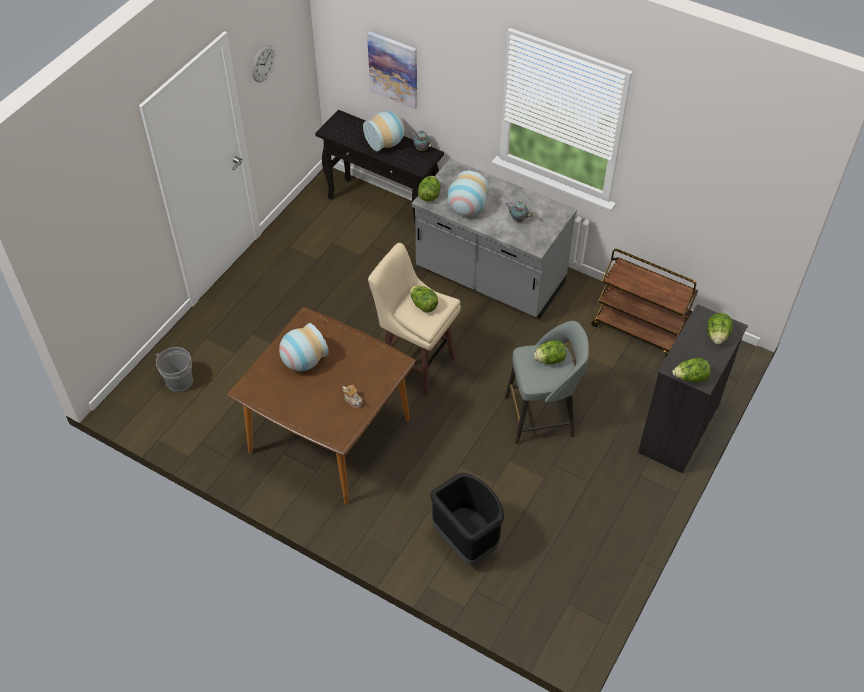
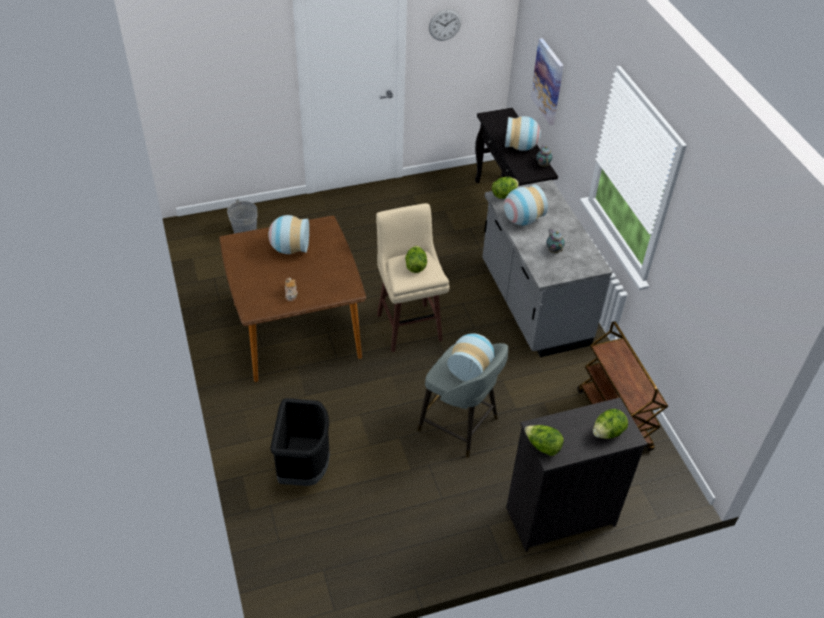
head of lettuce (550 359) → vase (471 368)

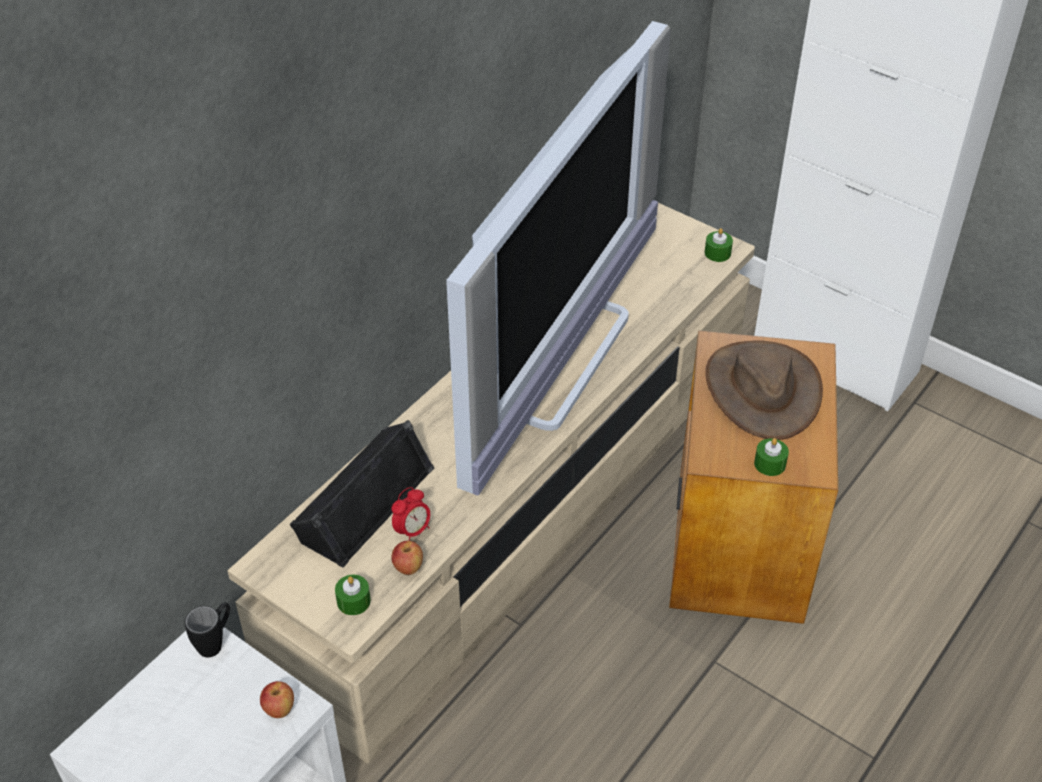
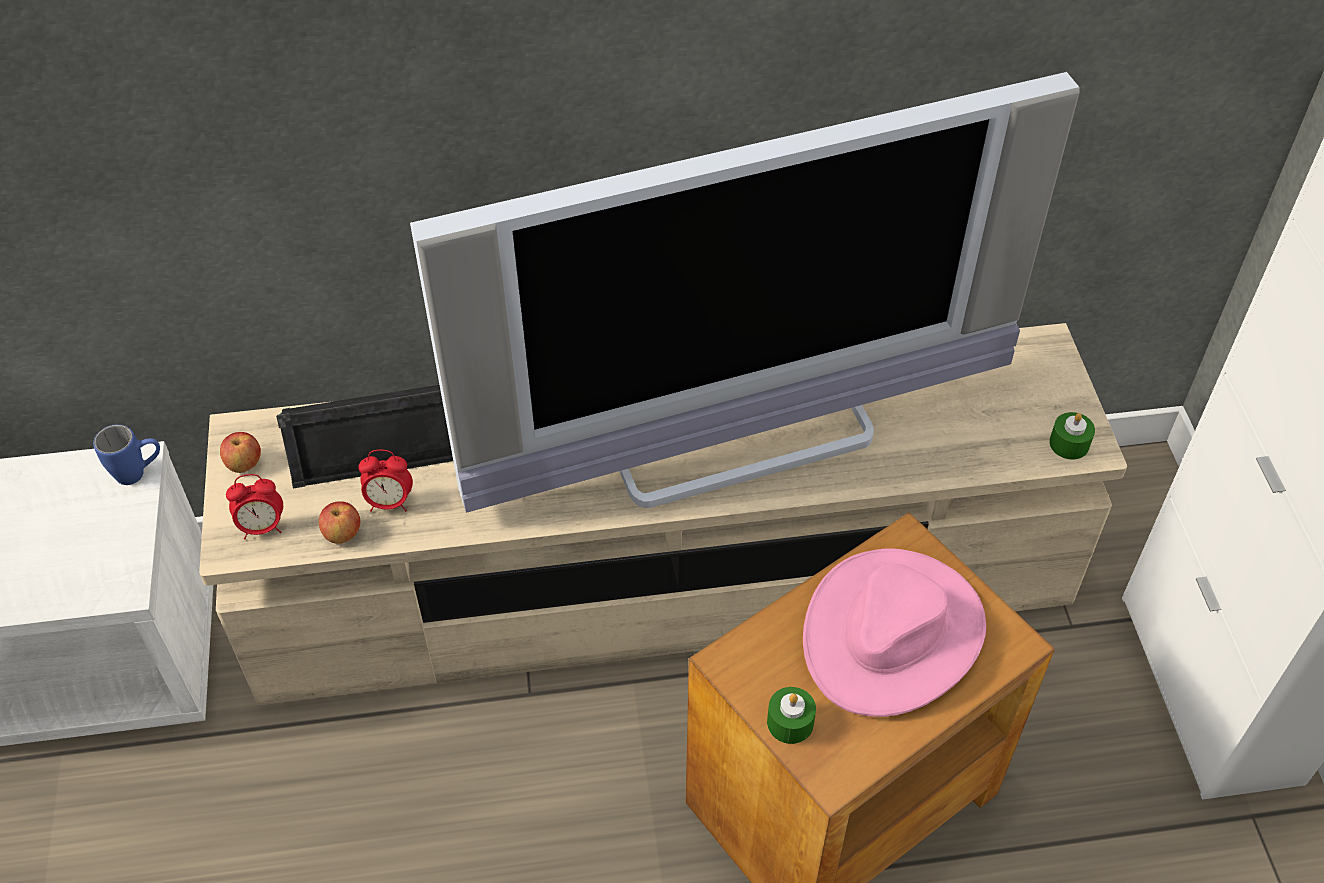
blackish mug (215 641) → blue mug (139 473)
apple (279 709) → apple (244 464), shifted
green wax candle (353 601) → alarm clock (262 527)
brownish wearable hat (761 389) → pink wearable hat (892 633)

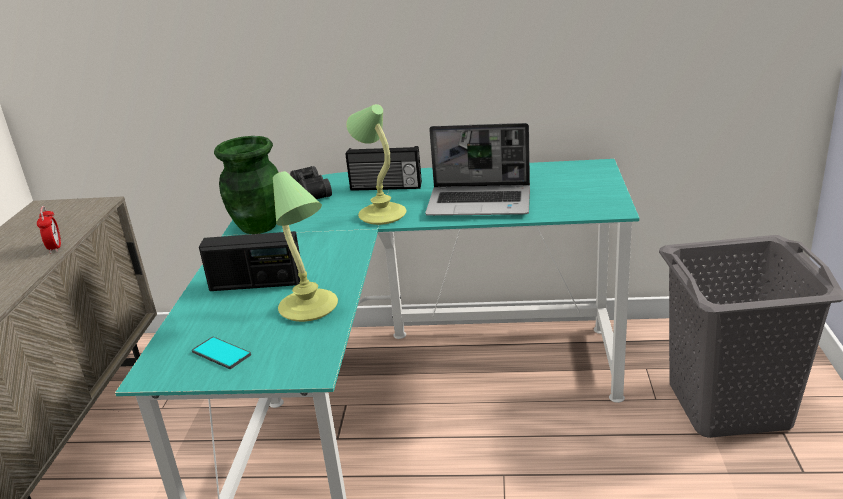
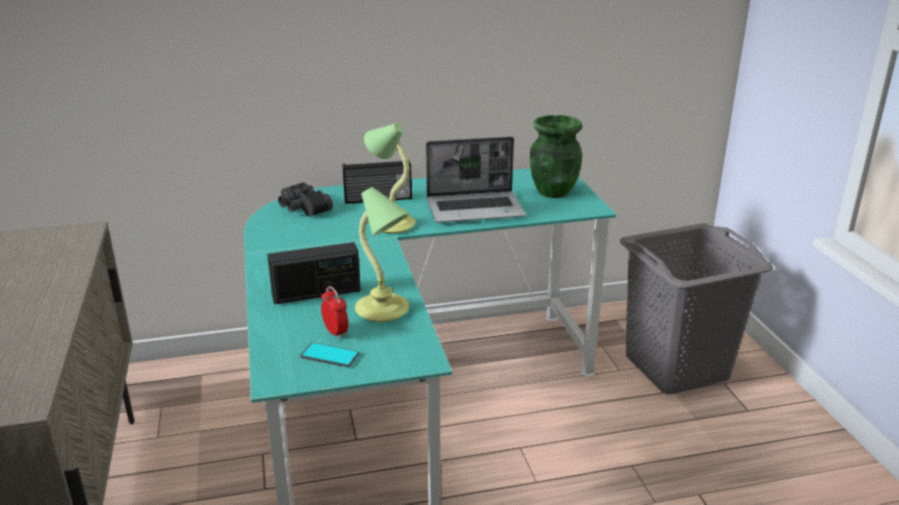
alarm clock (55 248) → alarm clock (335 332), shifted
green vase (258 226) → green vase (552 192), shifted

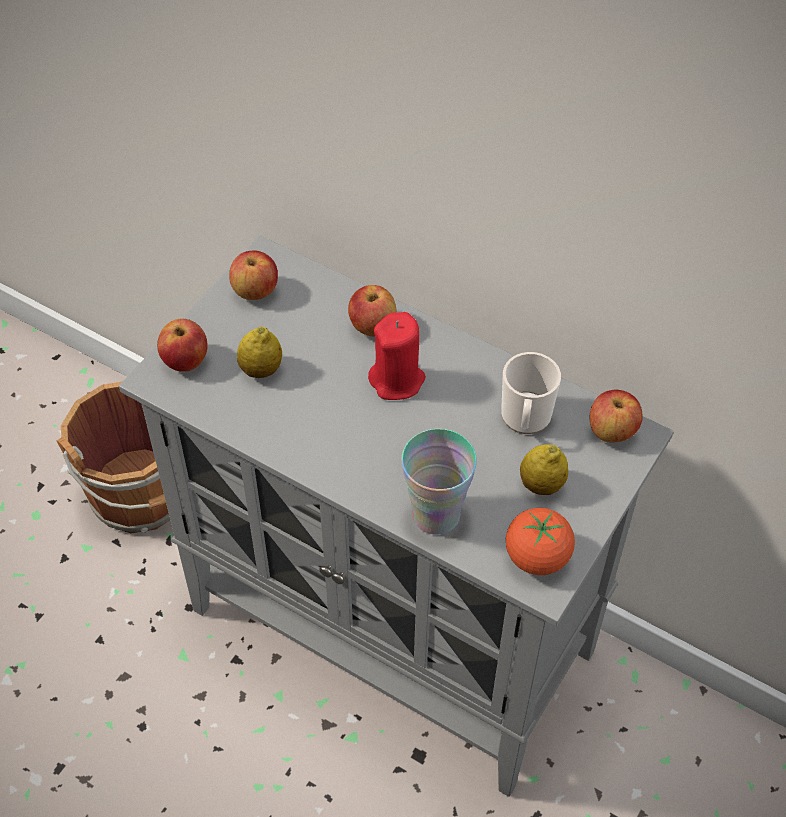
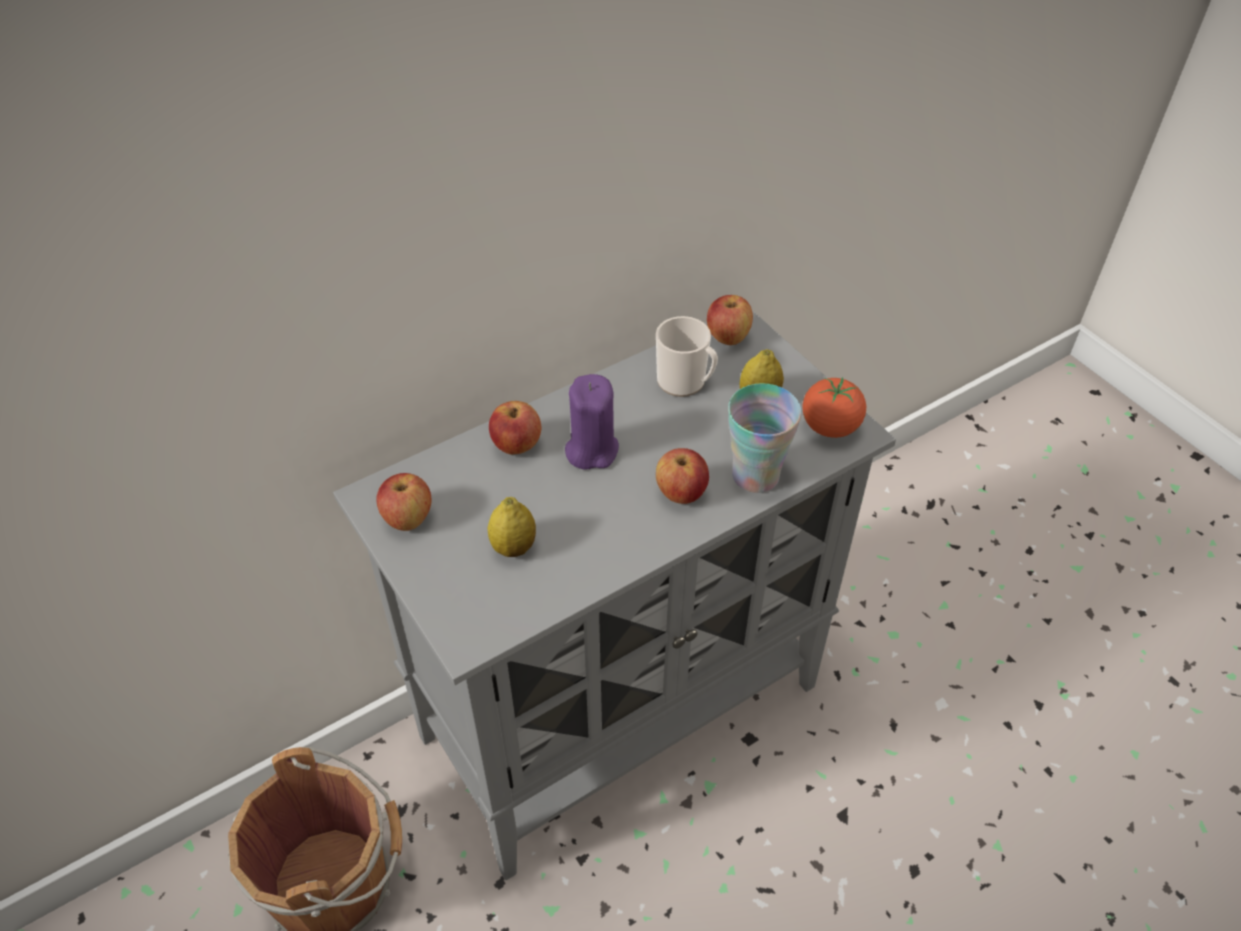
apple (186 361) → apple (681 493), shifted
reddish wax candle (397 380) → purple-coloured wax candle (591 450)

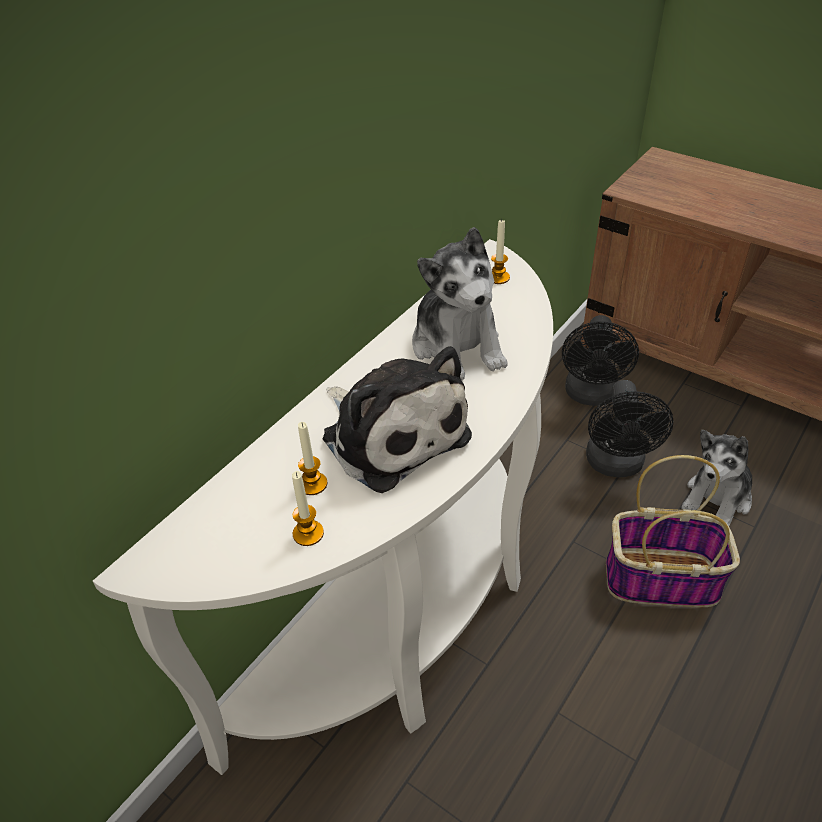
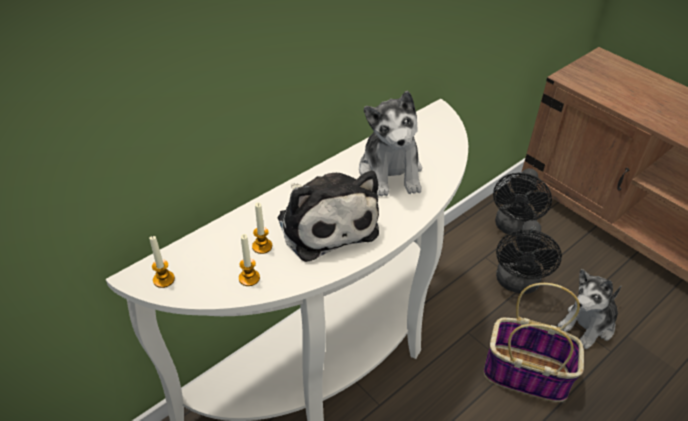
wax candle (498 277) → wax candle (164 279), shifted

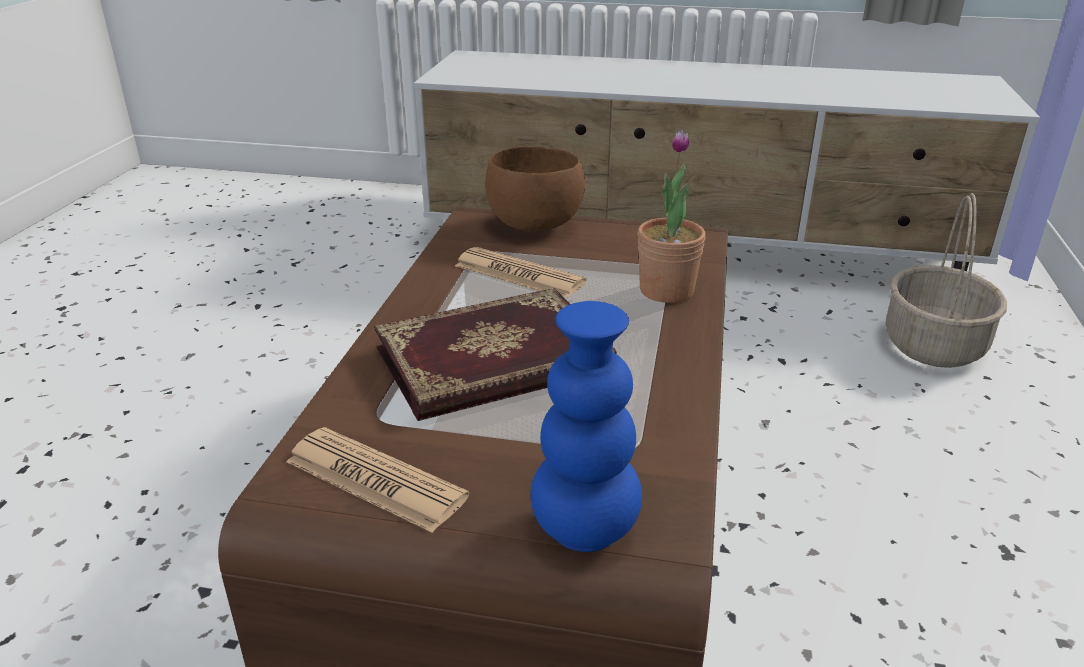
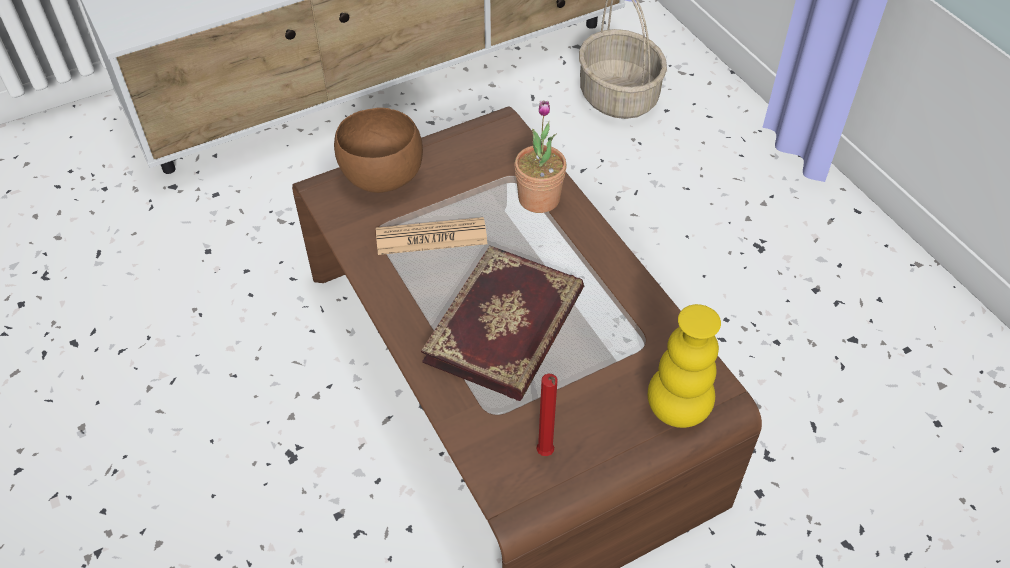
printed paper (375 480) → reddish wax candle (545 455)
blue vase (584 530) → yellowish vase (677 410)

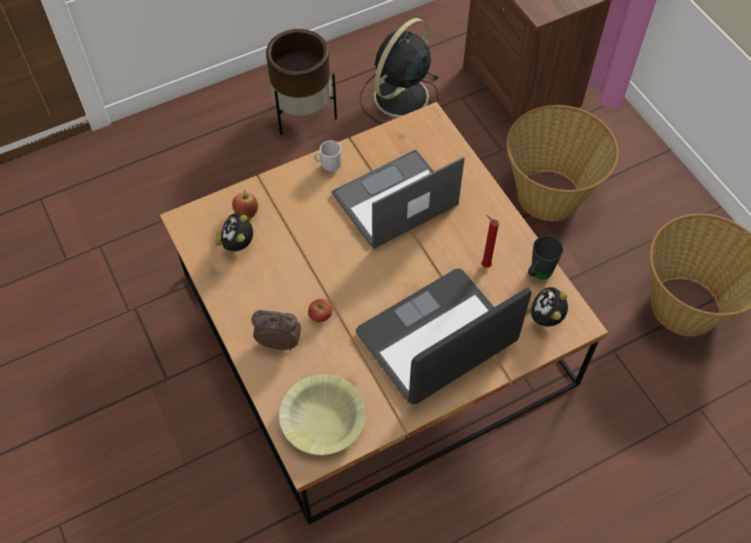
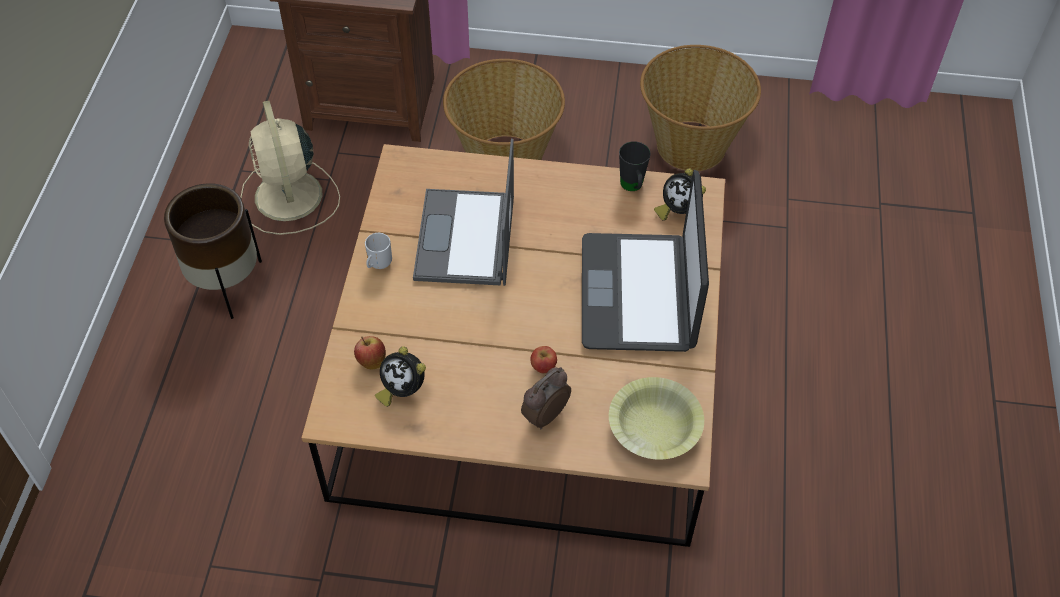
blackish fan (399 98) → beige fan (289 198)
reddish wax candle (484 265) → -

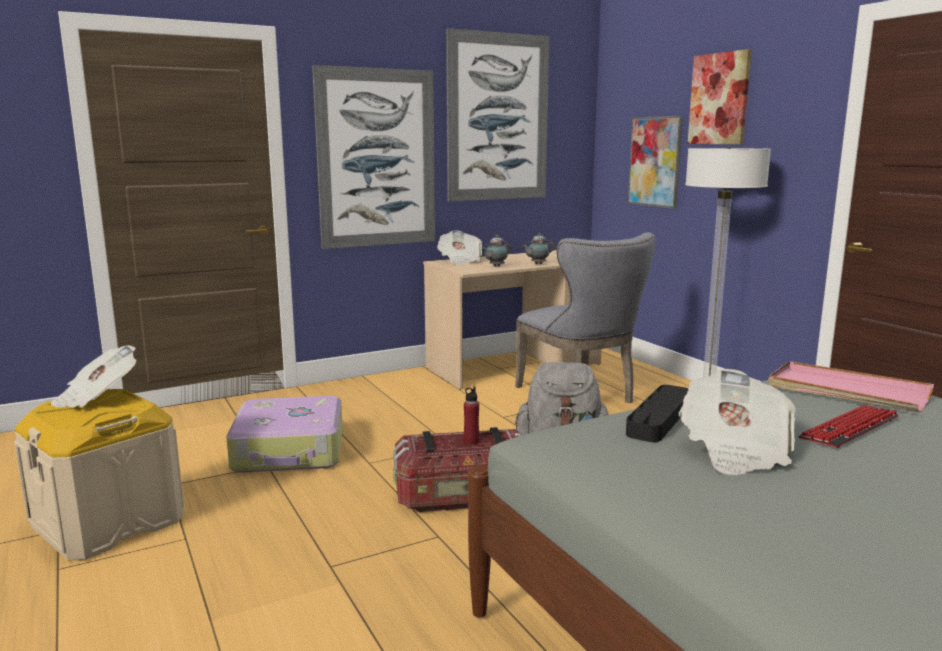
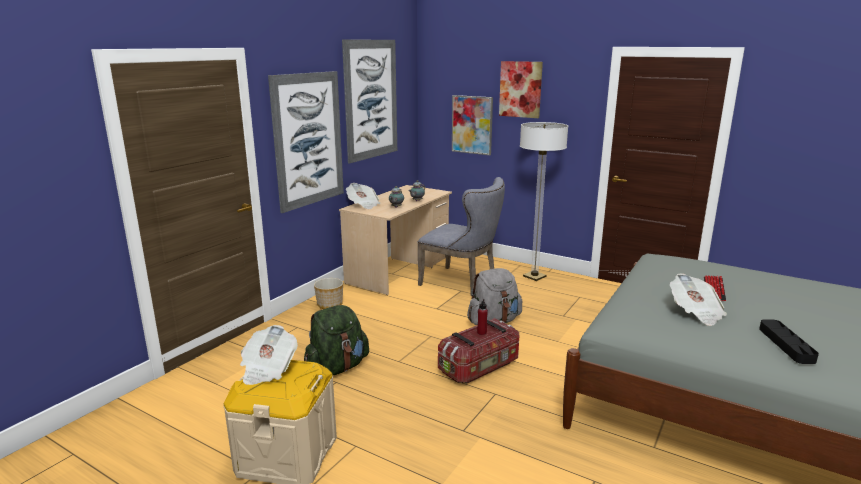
piece of luggage (290 451) → green backpack (337 367)
blackish serving tray (659 419) → blackish serving tray (786 344), shifted
pink serving tray (846 392) → -
- → planter (330 304)

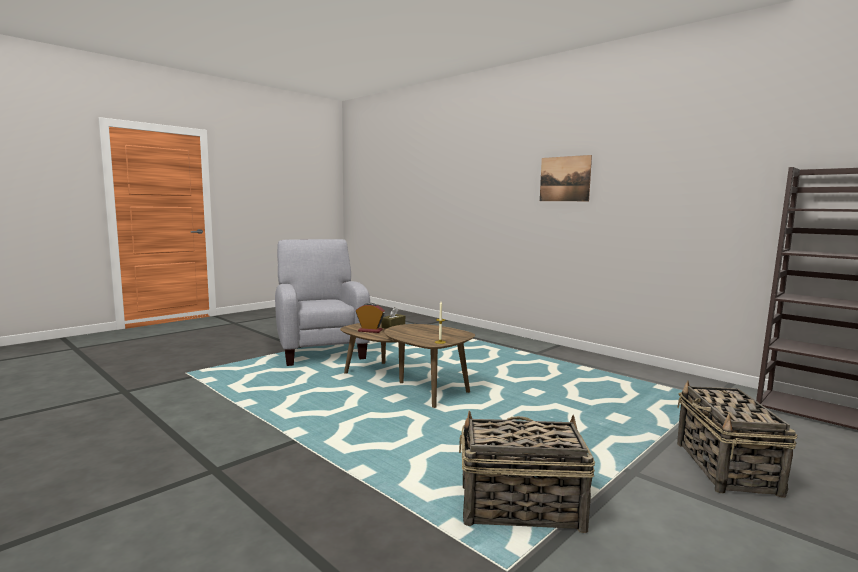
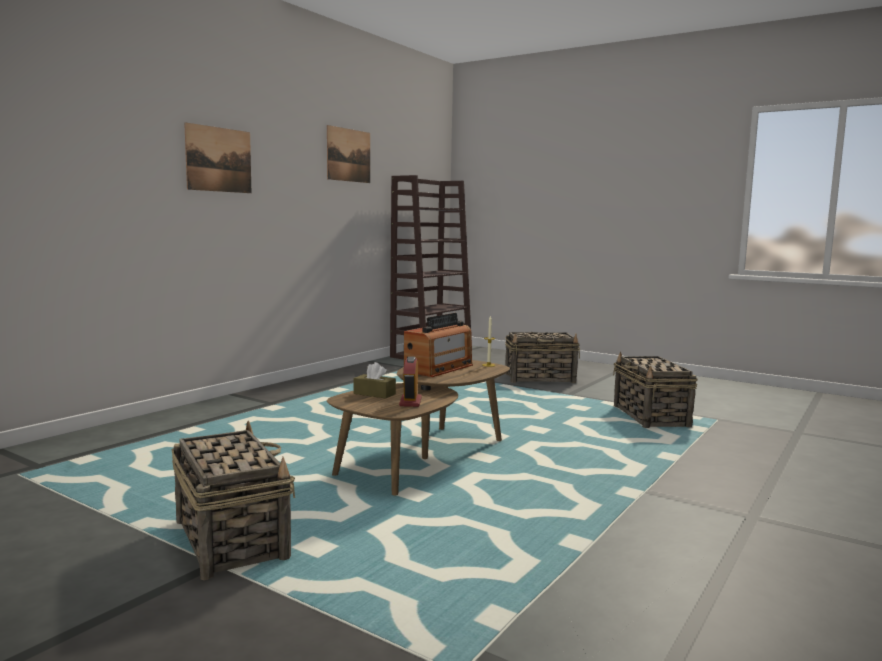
gray armchair (320 349) → storage basket (230 539)
- → picture (348 155)
- → radio (439 368)

